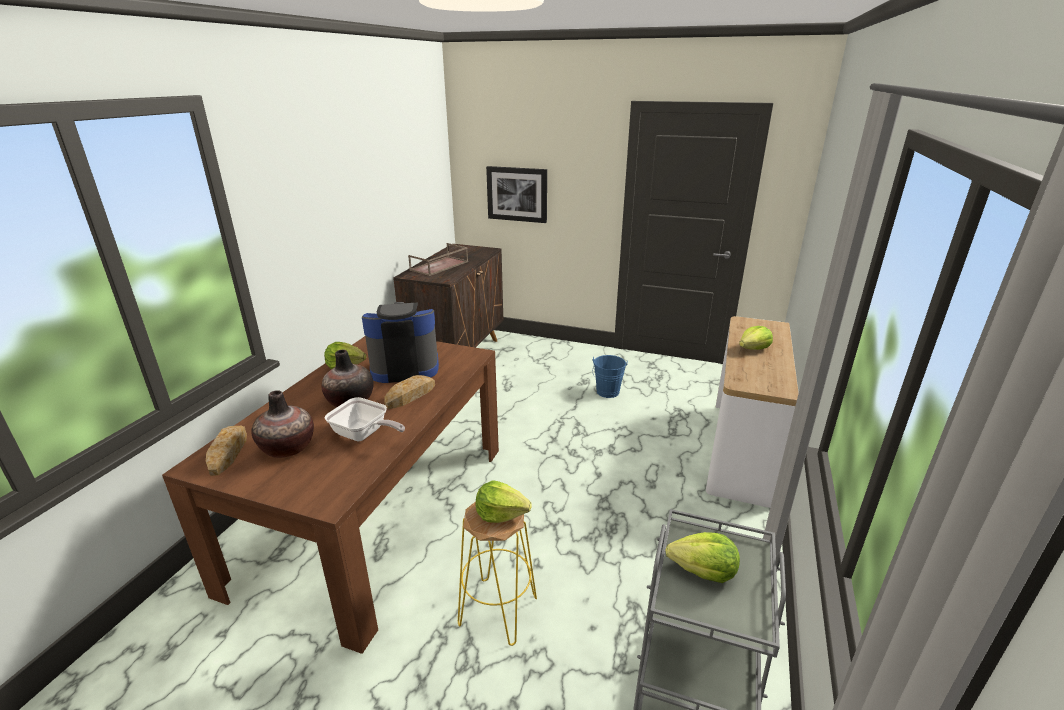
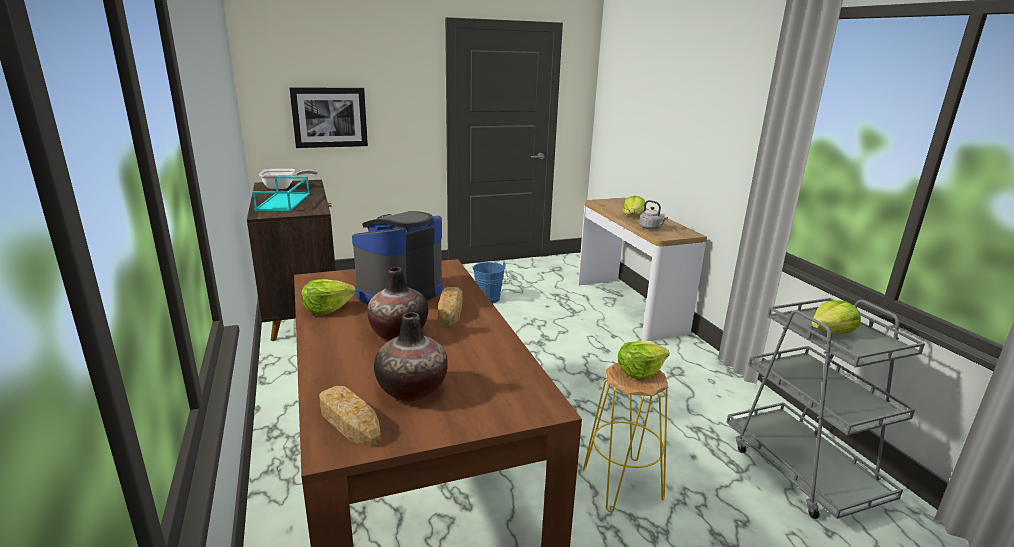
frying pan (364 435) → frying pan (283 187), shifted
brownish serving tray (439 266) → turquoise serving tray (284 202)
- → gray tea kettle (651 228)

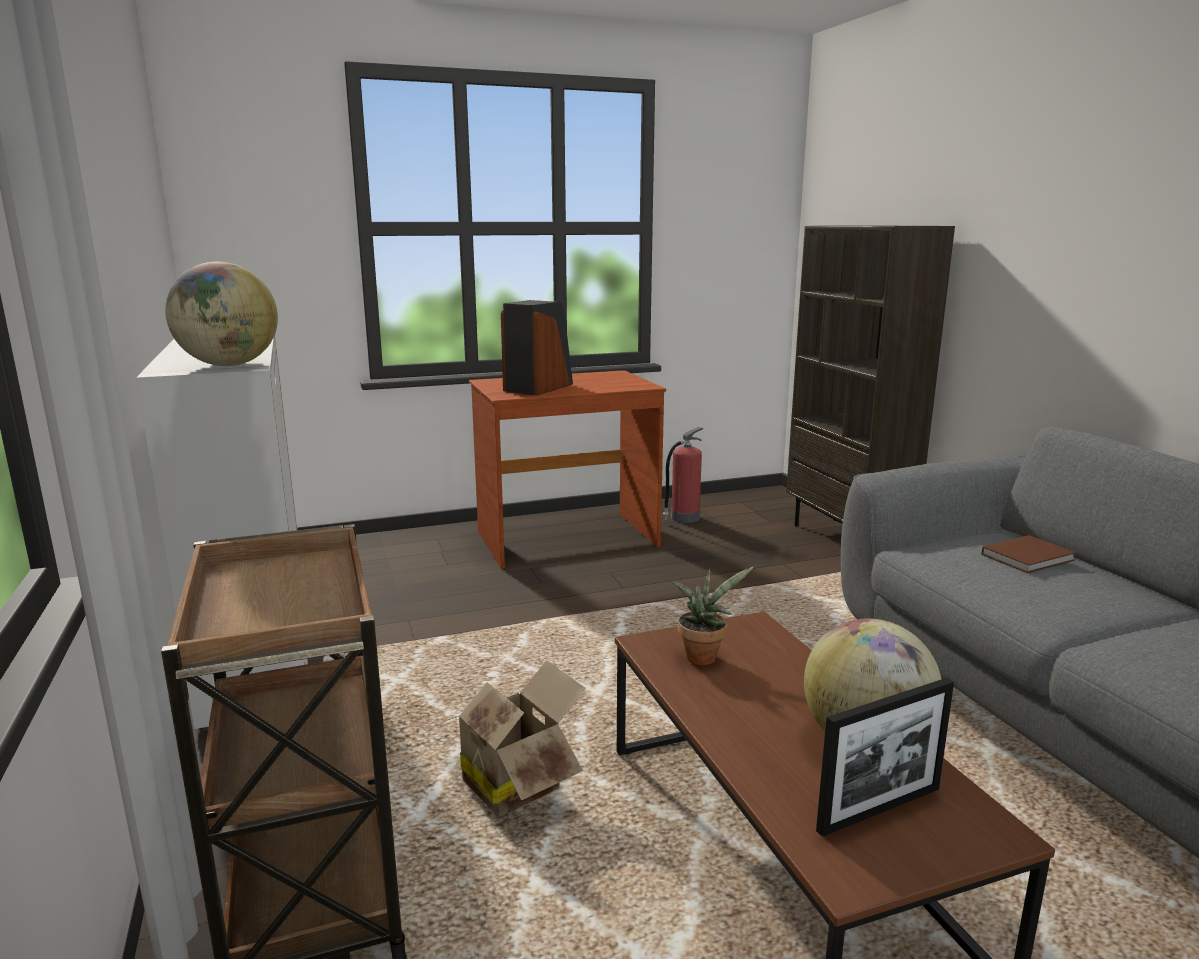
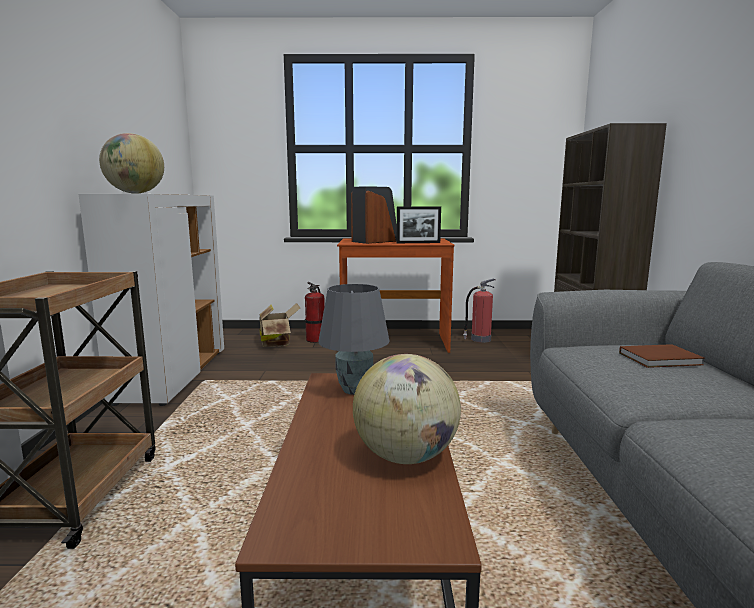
cardboard box (516 782) → cardboard box (277 343), shifted
potted plant (703 655) → gray table lamp (353 390)
standing frame (879 809) → standing frame (418 243), shifted
- → extinguisher (316 340)

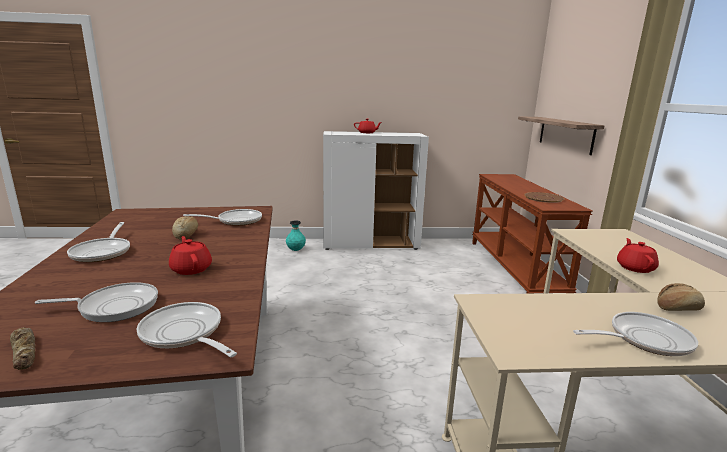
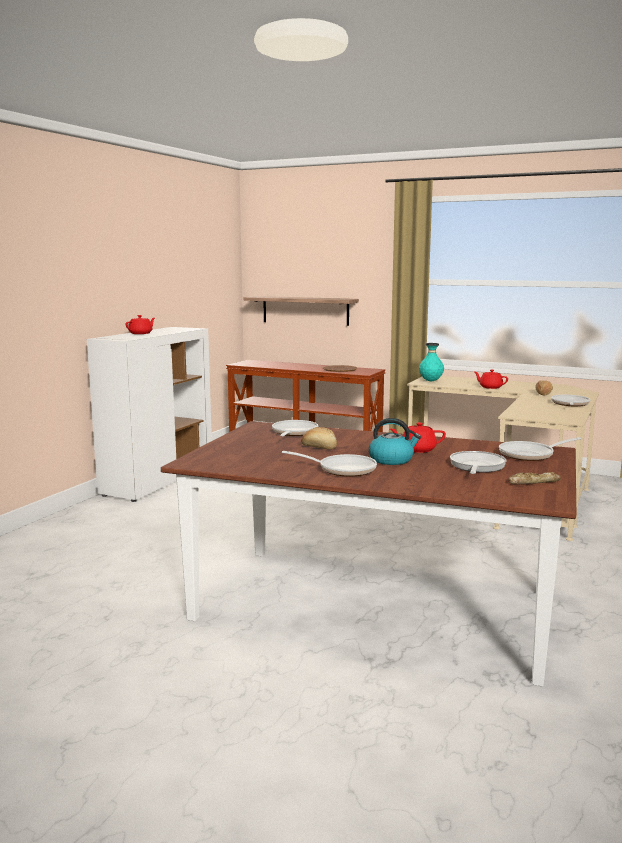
turquoise vase (296 250) → turquoise vase (431 381), shifted
- → tea kettle (392 460)

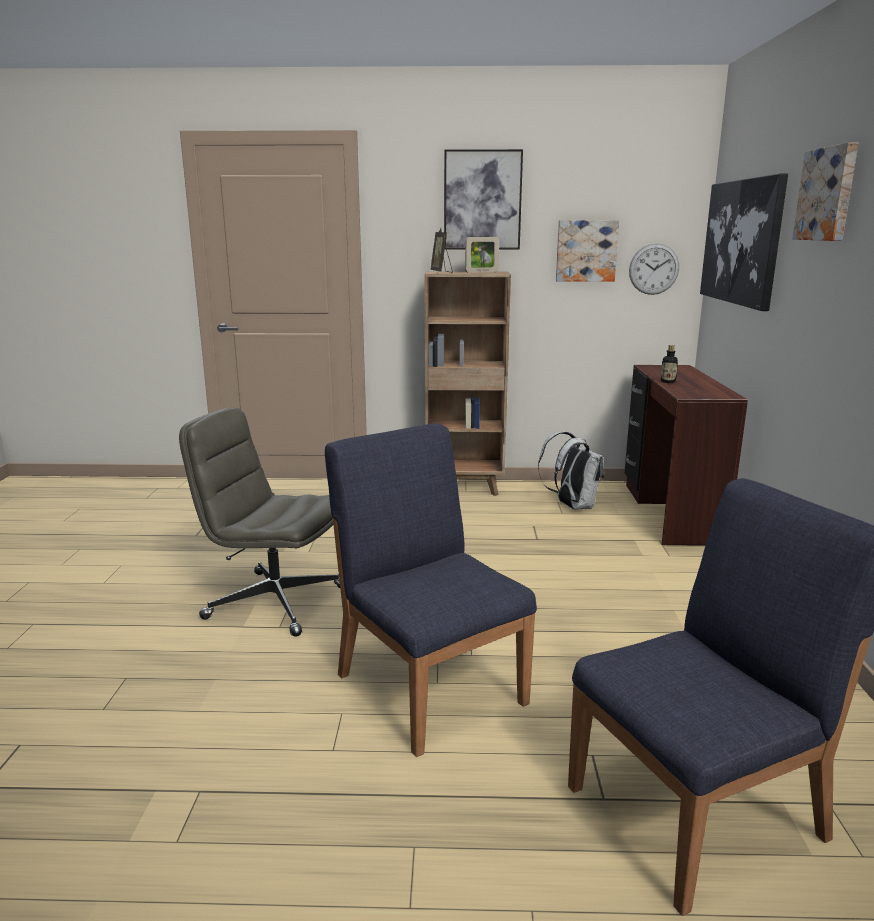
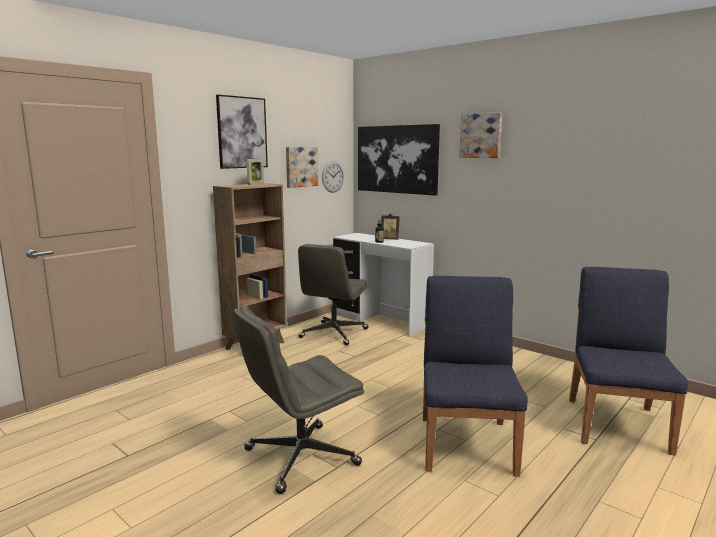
blue plain chair (430 687) → blue plain chair (467 444), 90 degrees clockwise
standing frame (441 272) → standing frame (390 239), shifted
white backpack (572 506) → gray desk chair (334 333)
brownish desk table (668 512) → white desk table (380 321)

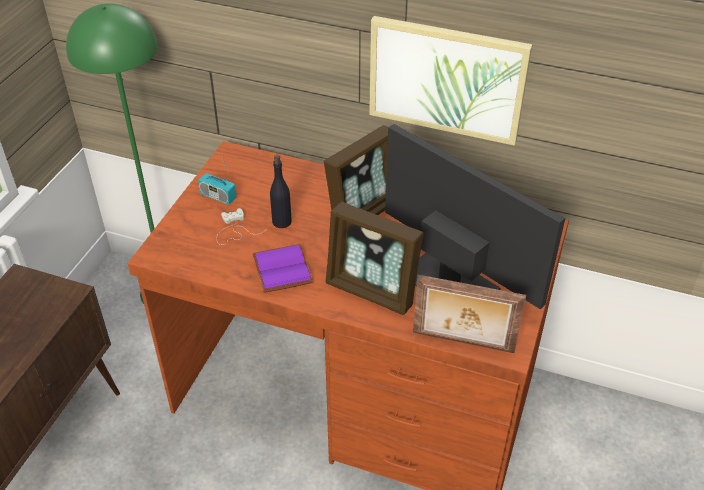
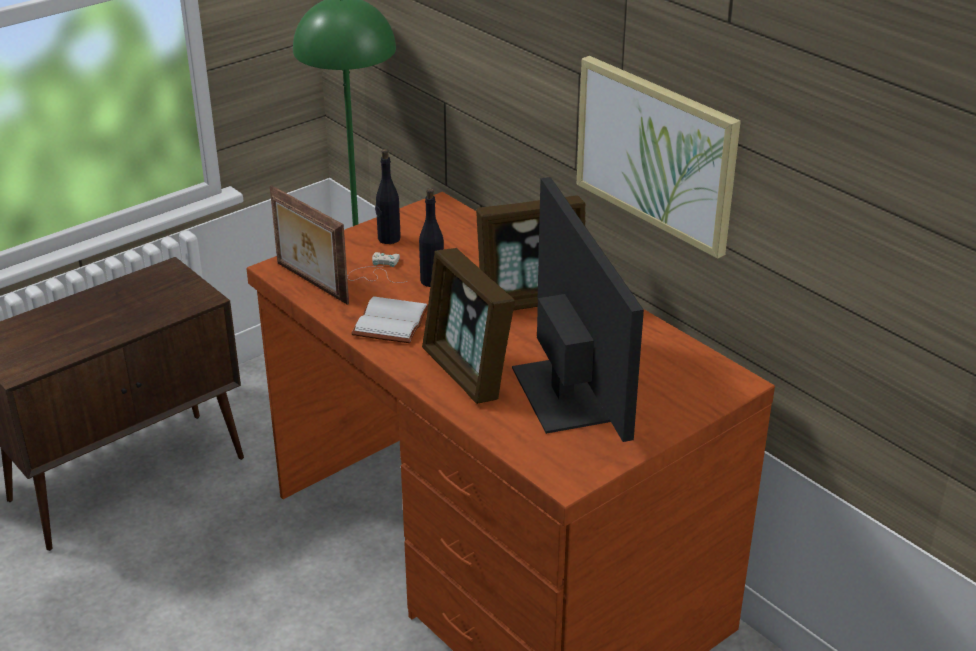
radio (218 196) → blackish bottle (388 239)
purple-coloured book (280 269) → white book (389 321)
standing frame (462 343) → standing frame (310 283), shifted

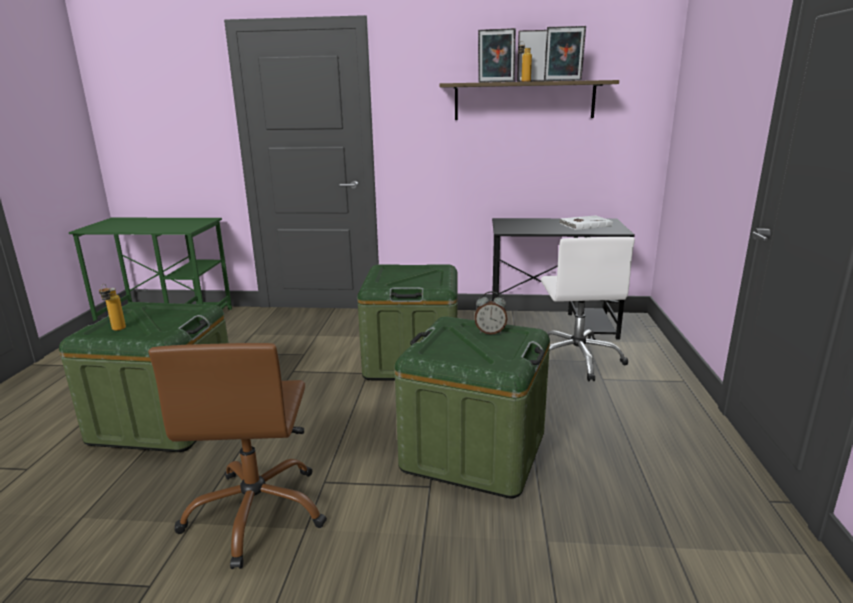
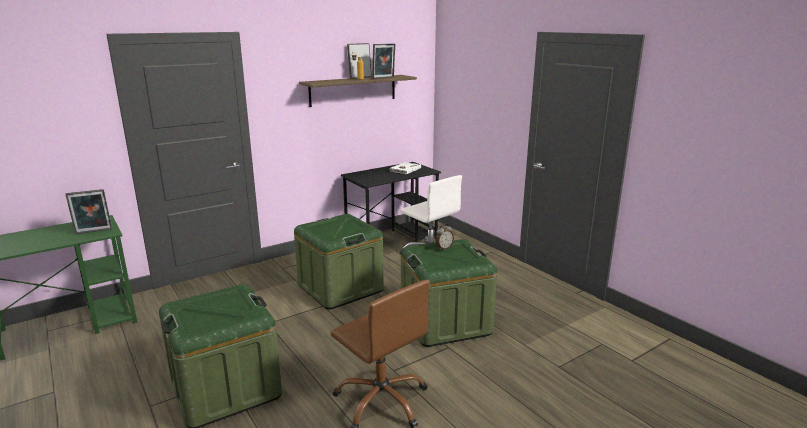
bottle (116 330) → -
standing frame (496 82) → standing frame (93 232), shifted

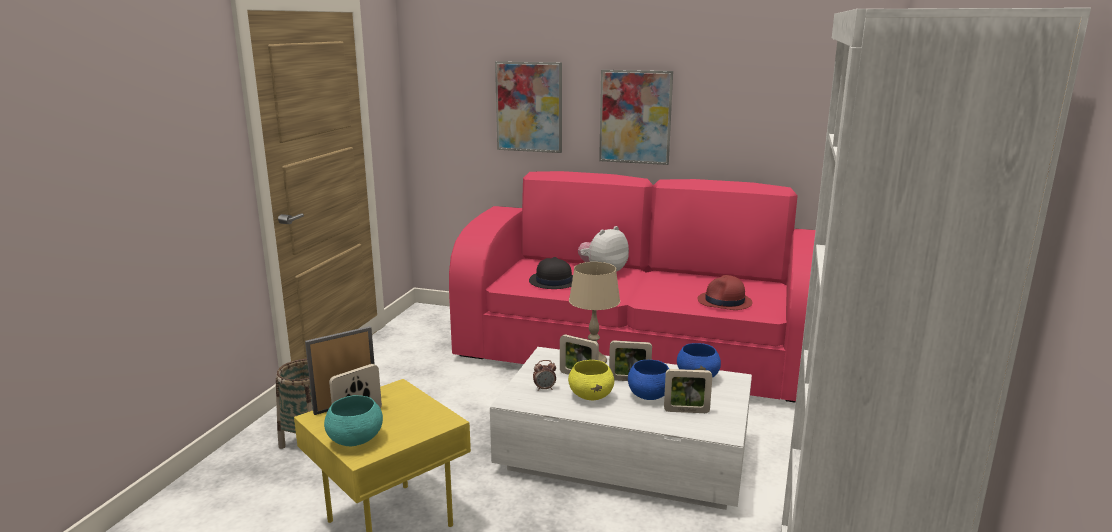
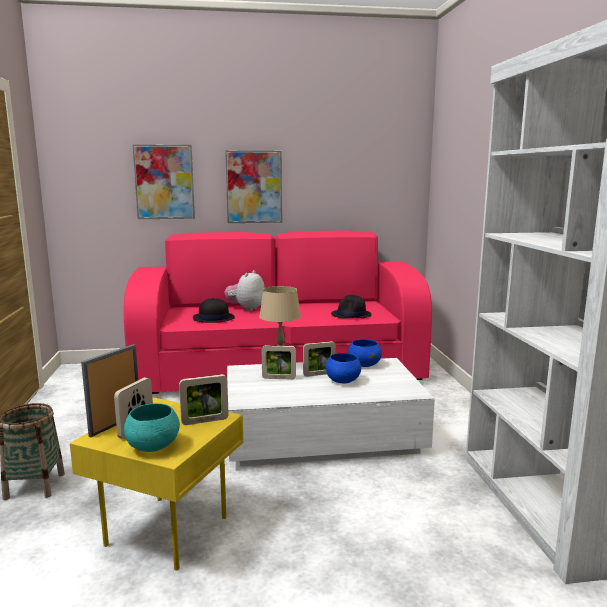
alarm clock (544 388) → -
yellowish serving bowl (591 396) → -
standing frame (686 411) → standing frame (205 421), shifted
reddish wearable hat (724 302) → blackish wearable hat (351 315)

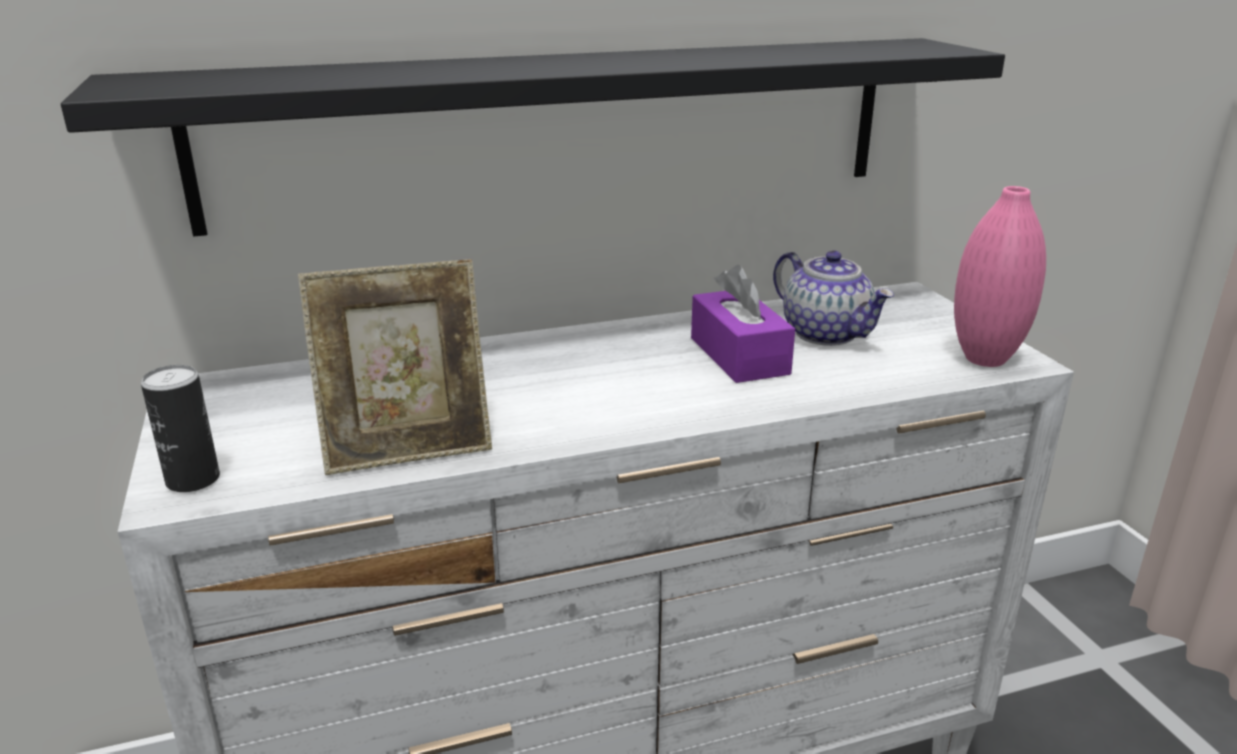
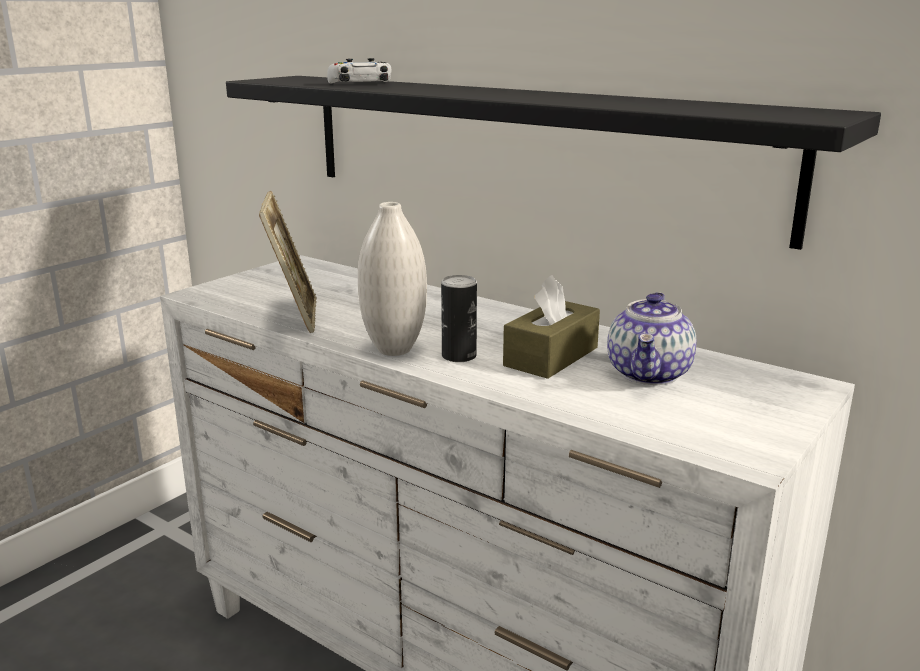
sealed can (193 480) → sealed can (459 356), shifted
standing frame (408 447) → standing frame (294 316), 135 degrees counterclockwise
purple-coloured box of tissues (739 356) → brownish box of tissues (551 357)
pink vase (985 359) → -
- → white gamepad (361 83)
- → white vase (394 350)

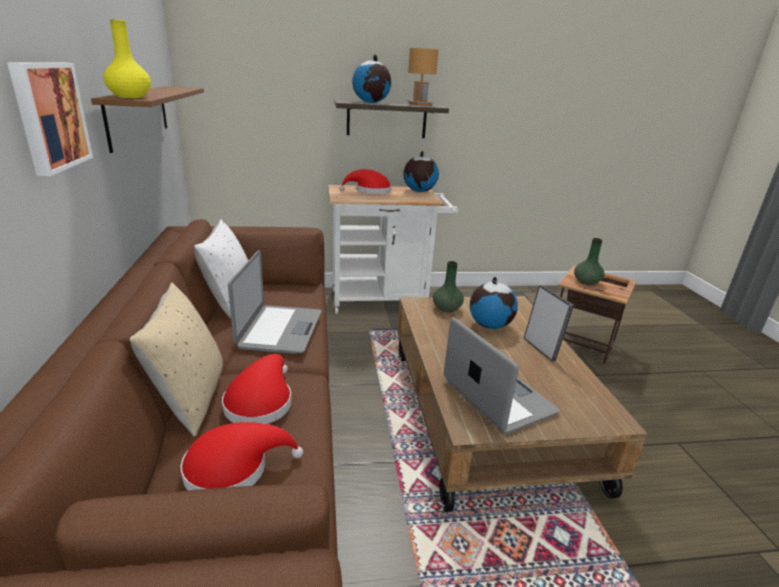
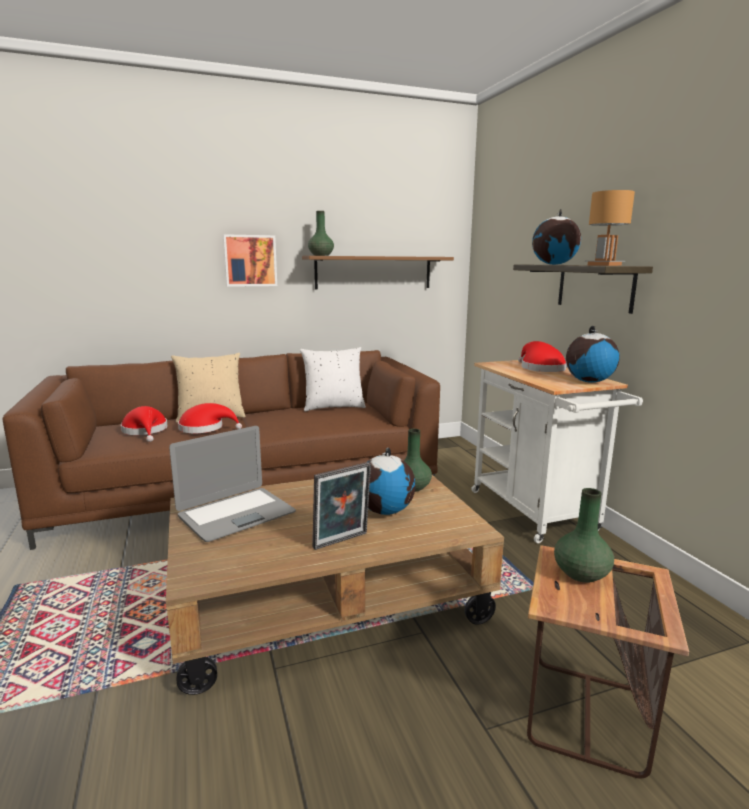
yellowish vase (130 97) → green vase (321 255)
laptop (279 330) → -

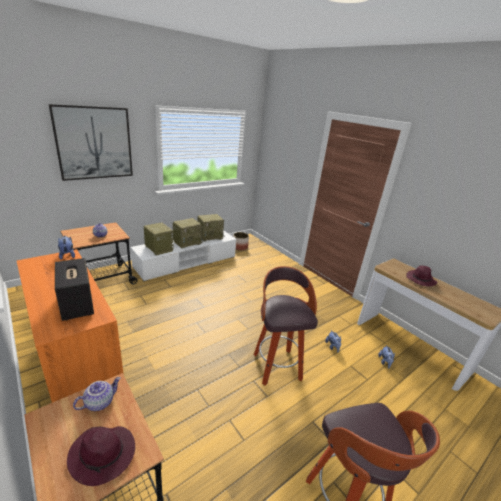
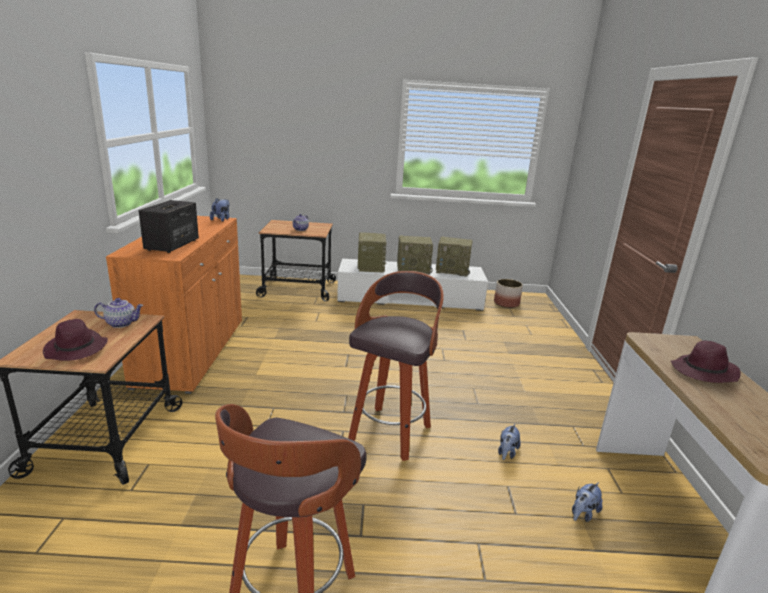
picture (94 143) → -

